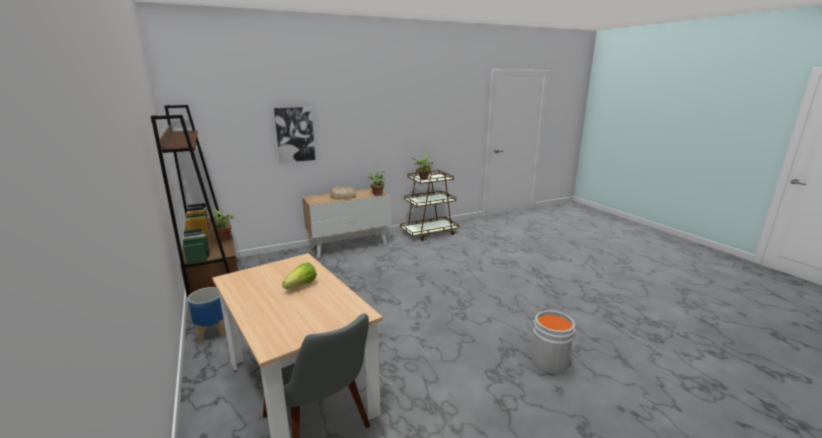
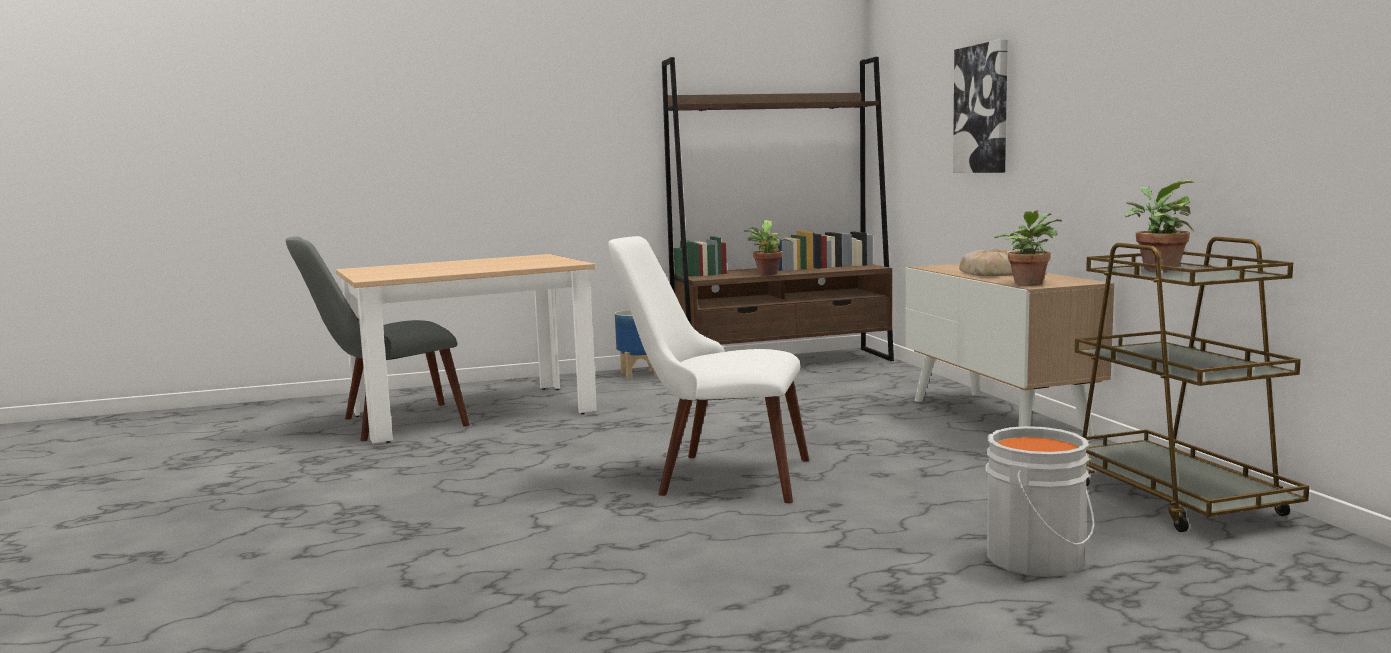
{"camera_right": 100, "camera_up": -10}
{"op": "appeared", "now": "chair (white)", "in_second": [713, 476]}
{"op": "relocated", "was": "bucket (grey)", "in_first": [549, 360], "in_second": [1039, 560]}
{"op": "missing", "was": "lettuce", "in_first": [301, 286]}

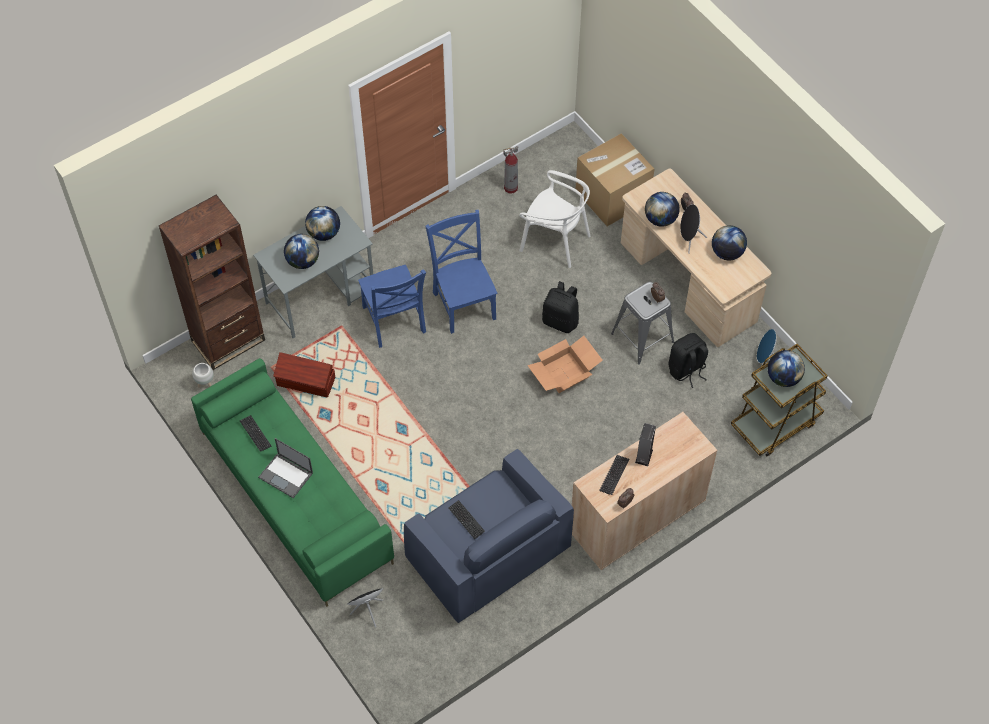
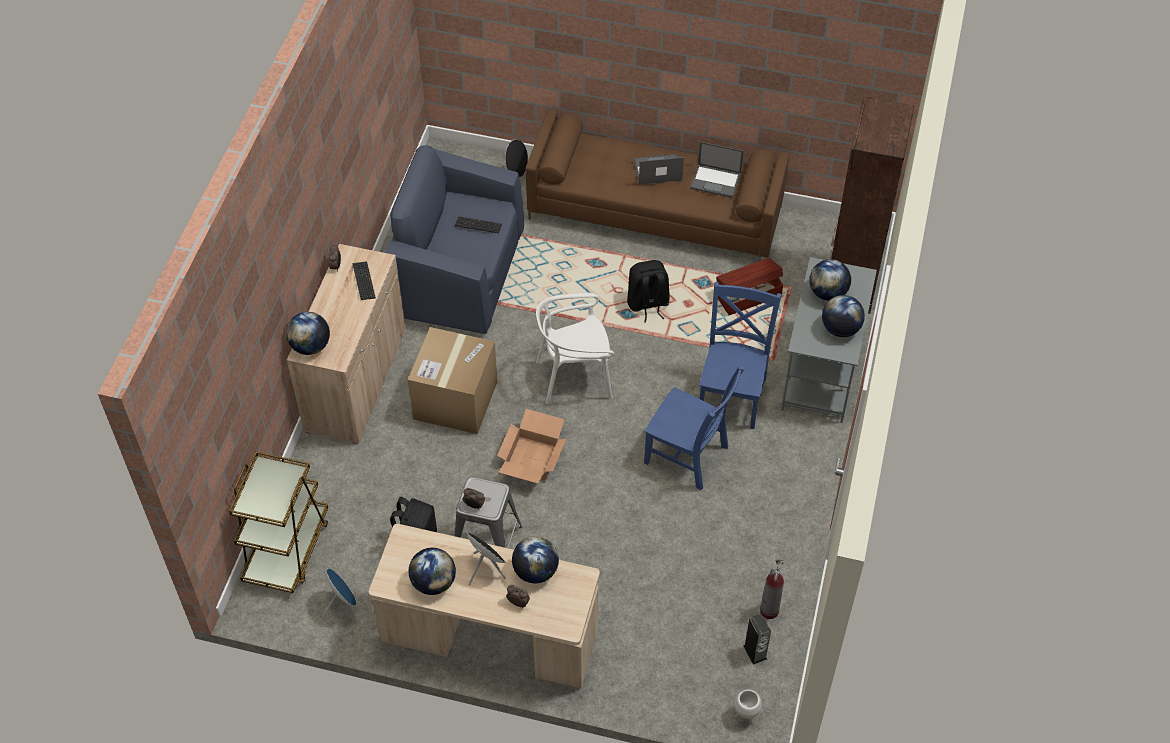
{"camera_right": 140, "camera_up": -5}
{"op": "relocated", "was": "globe", "in_first": [783, 377], "in_second": [310, 346]}
{"op": "relocated", "was": "cardboard box", "in_first": [612, 196], "in_second": [455, 400]}
{"op": "colour", "was": "sofa (green)", "now": "sofa (brown)", "in_first": [294, 497], "in_second": [656, 212]}
{"op": "relocated", "was": "chair (white)", "in_first": [555, 241], "in_second": [574, 377]}
{"op": "relocated", "was": "backpack (black)", "in_first": [561, 320], "in_second": [647, 304]}
{"op": "exchanged", "was": "keyboard", "now": "laptop", "in_first": [255, 434], "in_second": [716, 181]}
{"op": "spun", "was": "chair (blue)", "in_first": [394, 322], "in_second": [732, 395], "clockwise": 75}
{"op": "relocated", "was": "planter (white)", "in_first": [206, 384], "in_second": [745, 716]}
{"op": "relocated", "was": "speaker", "in_first": [644, 456], "in_second": [755, 652]}

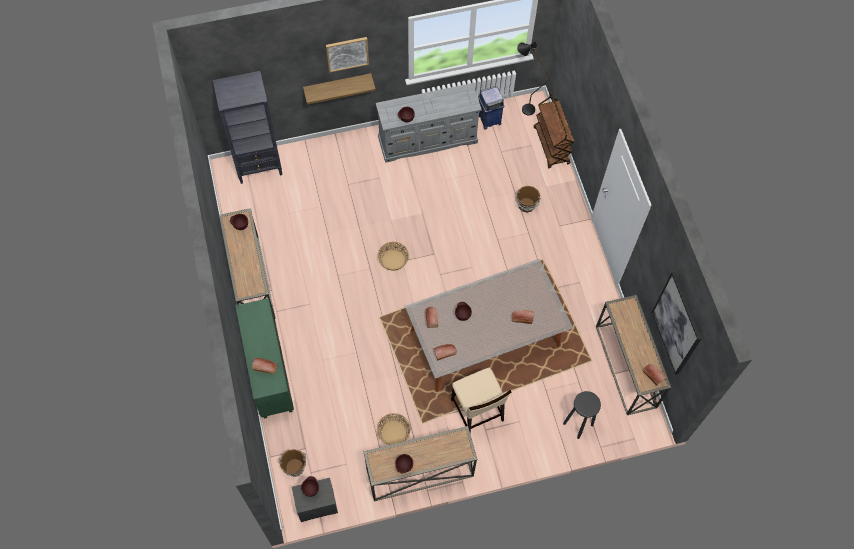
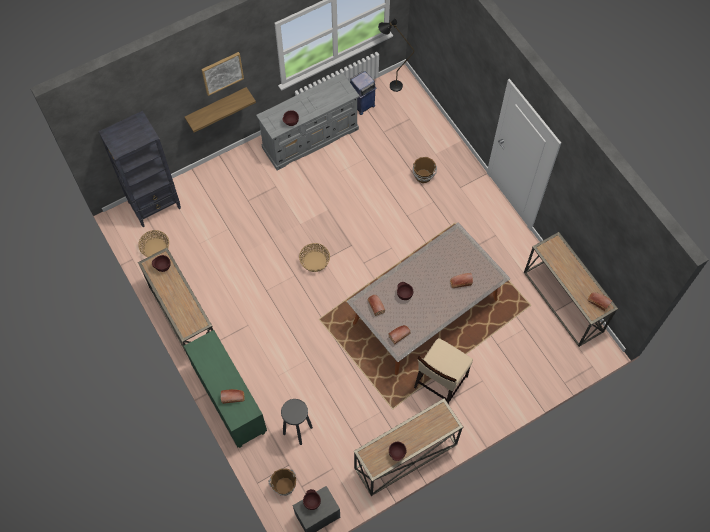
{"camera_right": -15, "camera_up": 0}
{"op": "relocated", "was": "basket", "in_first": [393, 432], "in_second": [155, 248]}
{"op": "relocated", "was": "stool (black)", "in_first": [578, 424], "in_second": [297, 430]}
{"op": "spun", "was": "chair (beige)", "in_first": [477, 411], "in_second": [440, 382], "clockwise": 75}
{"op": "missing", "was": "cart (brown)", "in_first": [551, 146]}
{"op": "missing", "was": "picture", "in_first": [676, 324]}

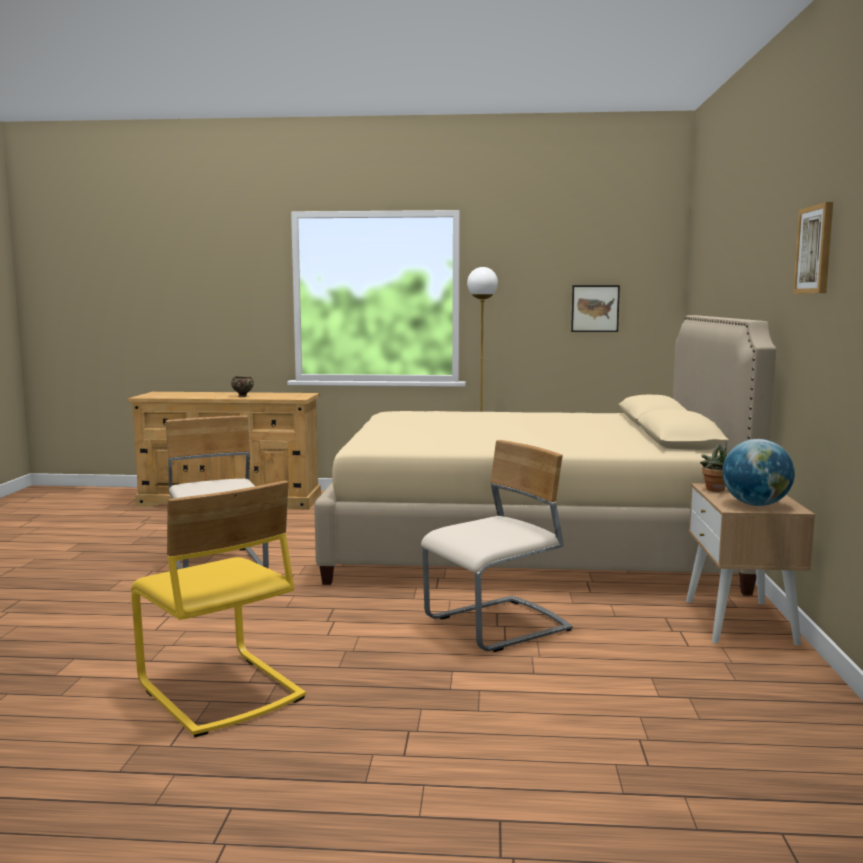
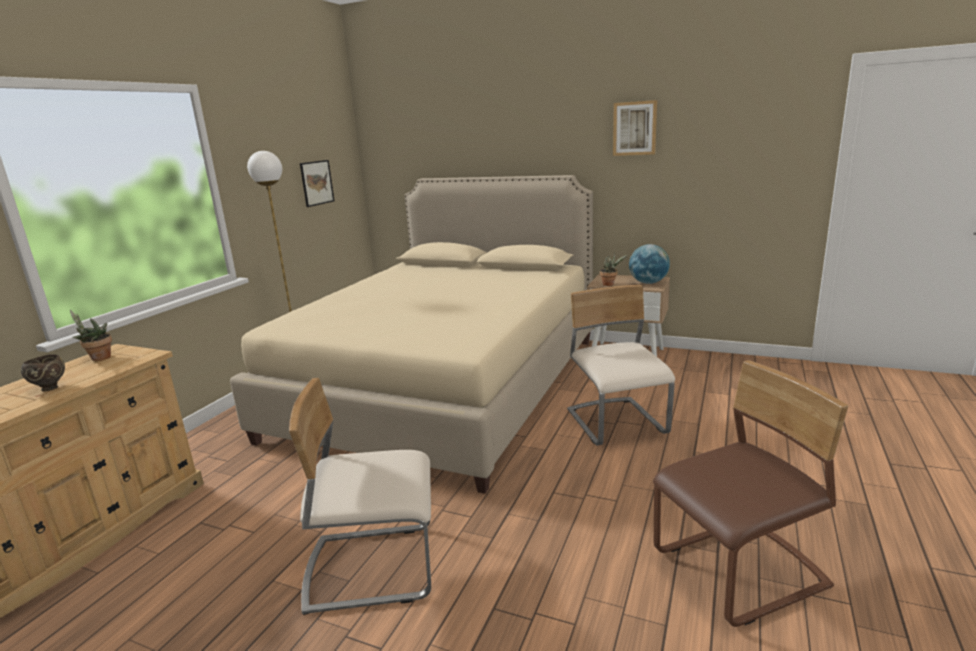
{"camera_right": -70, "camera_up": 10}
{"op": "appeared", "now": "potted plant", "in_second": [98, 358]}
{"op": "colour", "was": "chair (yellow)", "now": "chair (brown)", "in_first": [219, 692], "in_second": [740, 571]}

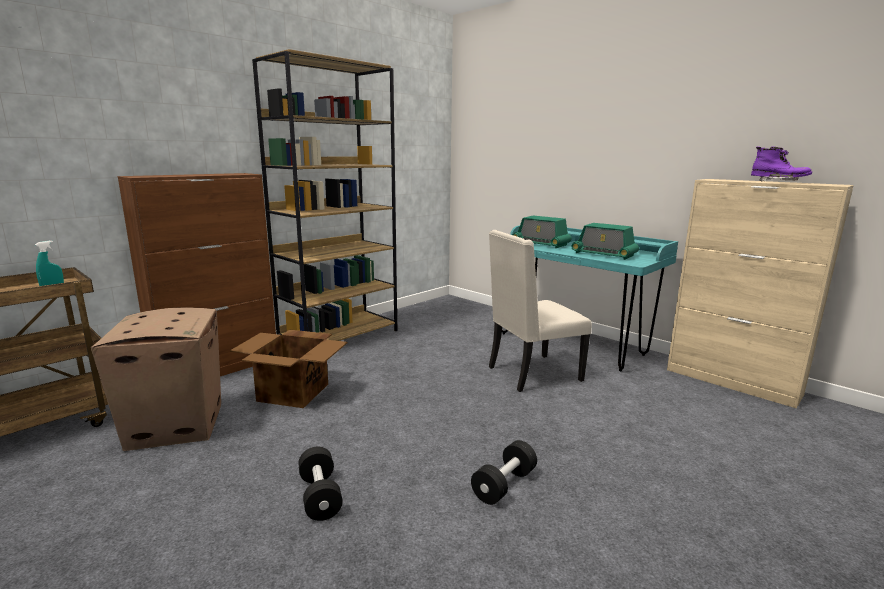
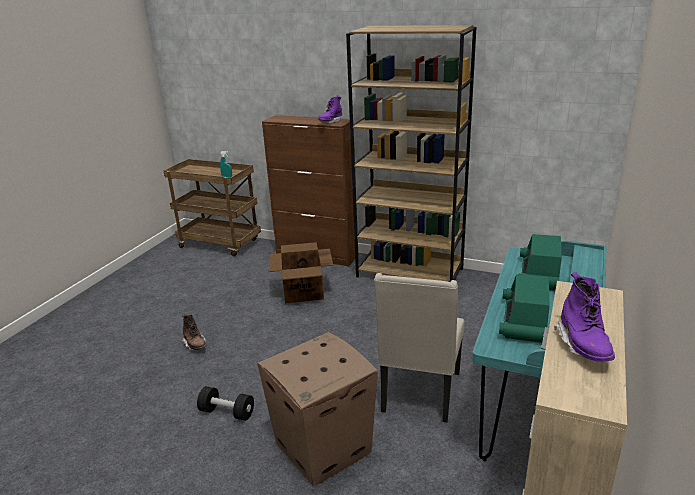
{"camera_right": 70, "camera_up": 10}
{"op": "exchanged", "was": "dumbbell (black)", "now": "boot (brown)", "in_first": [320, 496], "in_second": [195, 345]}
{"op": "relocated", "was": "cardboard box", "in_first": [177, 425], "in_second": [324, 447]}
{"op": "appeared", "now": "boot (purple)", "in_second": [330, 122]}
{"op": "spun", "was": "chair (beige)", "in_first": [532, 374], "in_second": [419, 393], "clockwise": -120}

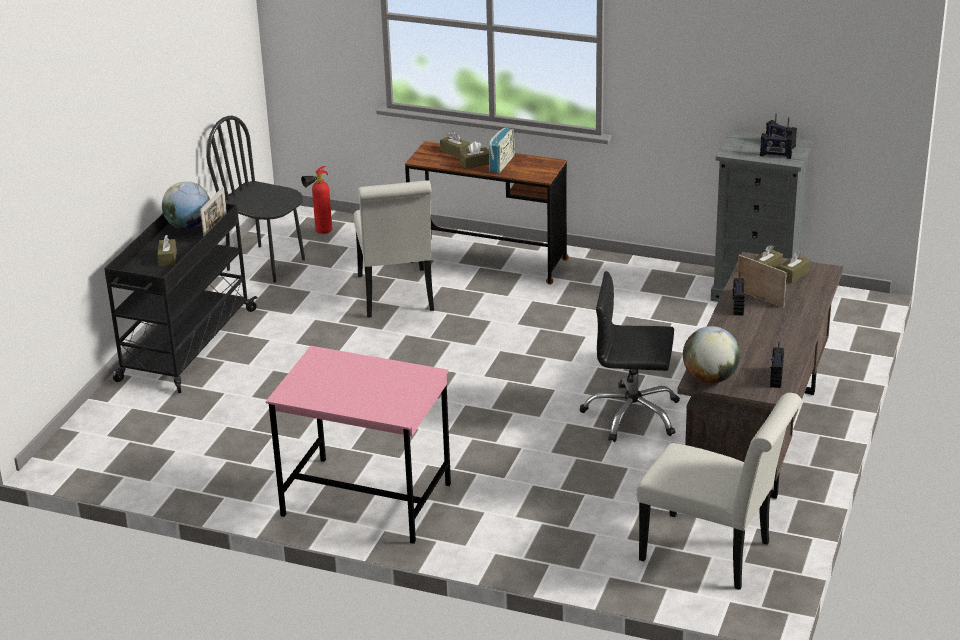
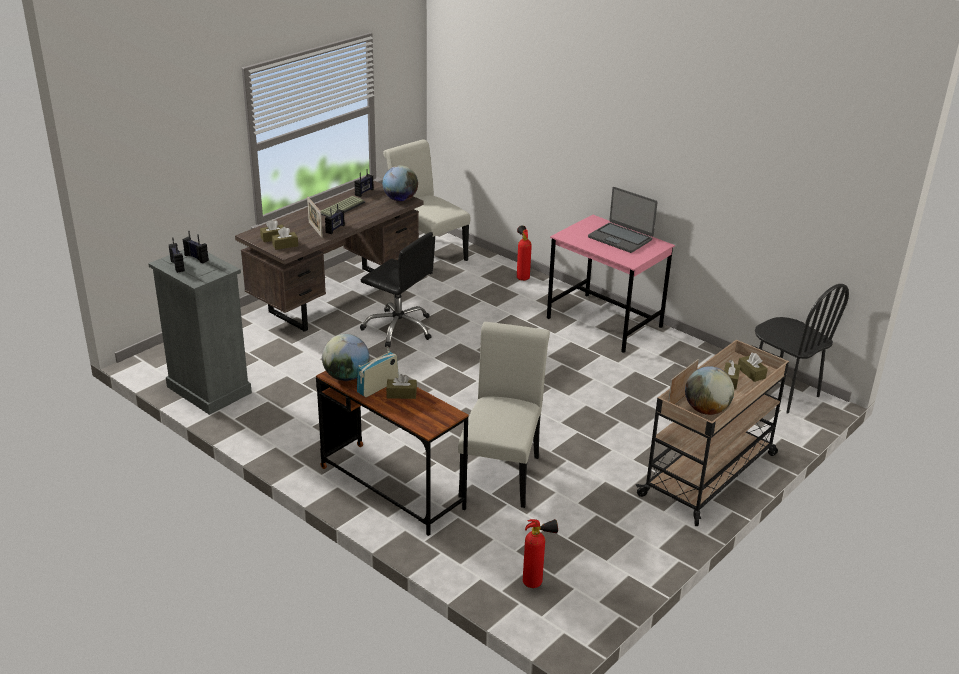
{"camera_right": -160, "camera_up": 0}
{"op": "appeared", "now": "keyboard", "in_second": [342, 207]}
{"op": "appeared", "now": "globe", "in_second": [346, 377]}
{"op": "appeared", "now": "fire extinguisher", "in_second": [522, 277]}
{"op": "appeared", "now": "laptop", "in_second": [620, 238]}
{"op": "colour", "was": "cart (black)", "now": "cart (beige)", "in_first": [186, 346], "in_second": [710, 474]}
{"op": "relocated", "was": "tissue box (brown)", "in_first": [455, 152], "in_second": [751, 373]}
{"op": "relocated", "was": "chair (black)", "in_first": [266, 264], "in_second": [783, 393]}

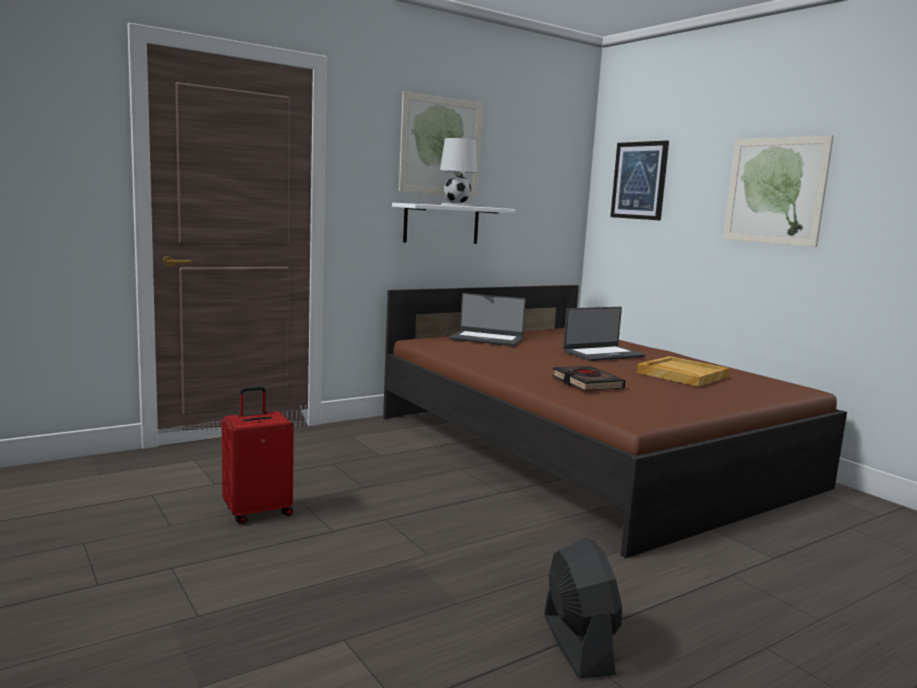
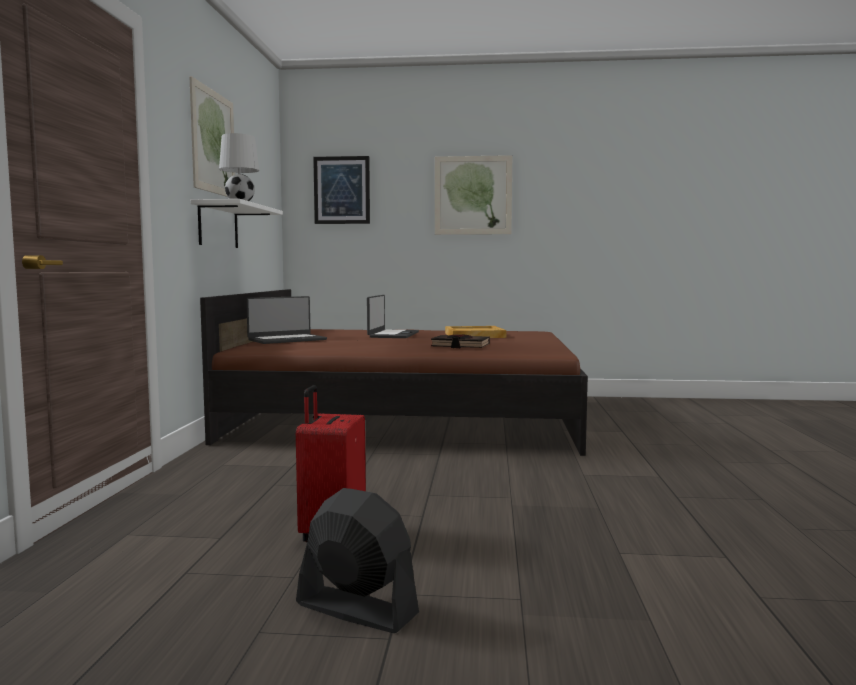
{"camera_right": -50, "camera_up": -5}
{"op": "relocated", "was": "fan (black)", "in_first": [577, 644], "in_second": [356, 609]}

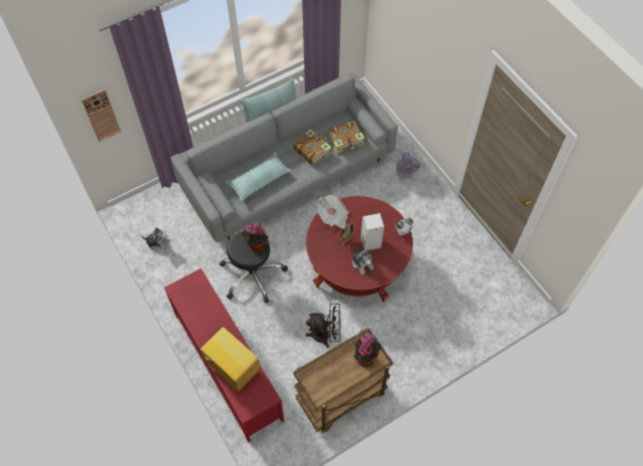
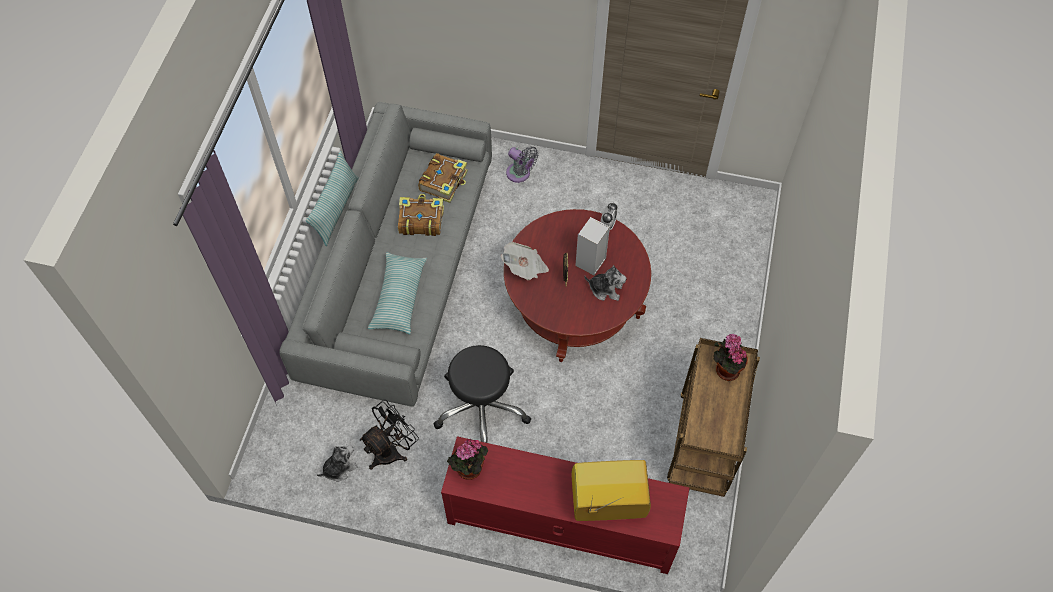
{"camera_right": -45, "camera_up": 0}
{"op": "relocated", "was": "fan (black)", "in_first": [326, 335], "in_second": [391, 450]}
{"op": "relocated", "was": "potted plant", "in_first": [255, 246], "in_second": [469, 470]}
{"op": "missing", "was": "wall clock", "in_first": [101, 115]}

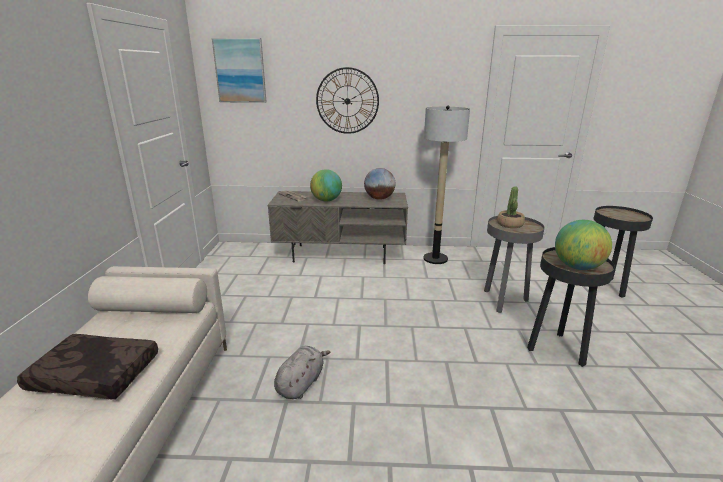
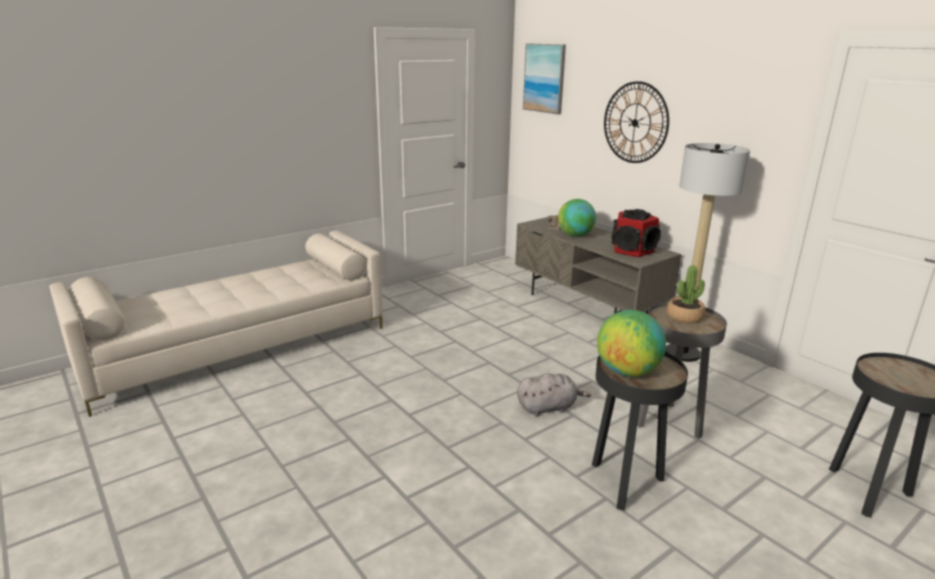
{"camera_right": 50, "camera_up": 0}
{"op": "relocated", "was": "plush toy (grey)", "in_first": [301, 383], "in_second": [548, 407]}
{"op": "exchanged", "was": "globe", "now": "speaker", "in_first": [379, 198], "in_second": [633, 250]}
{"op": "missing", "was": "pillow (brown)", "in_first": [93, 376]}

